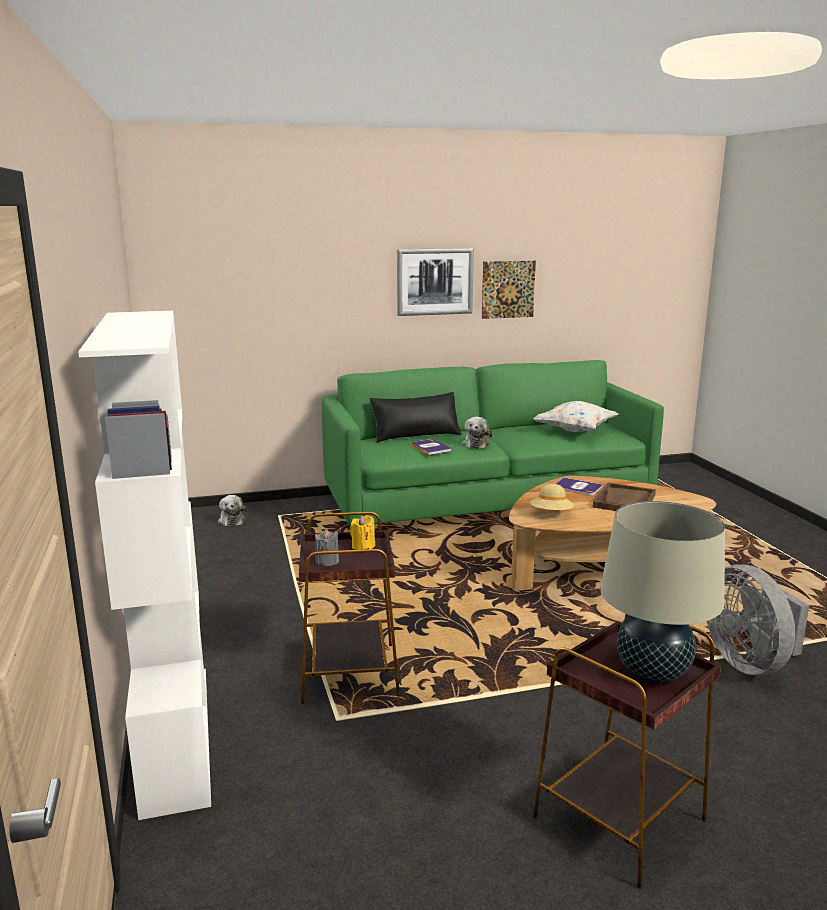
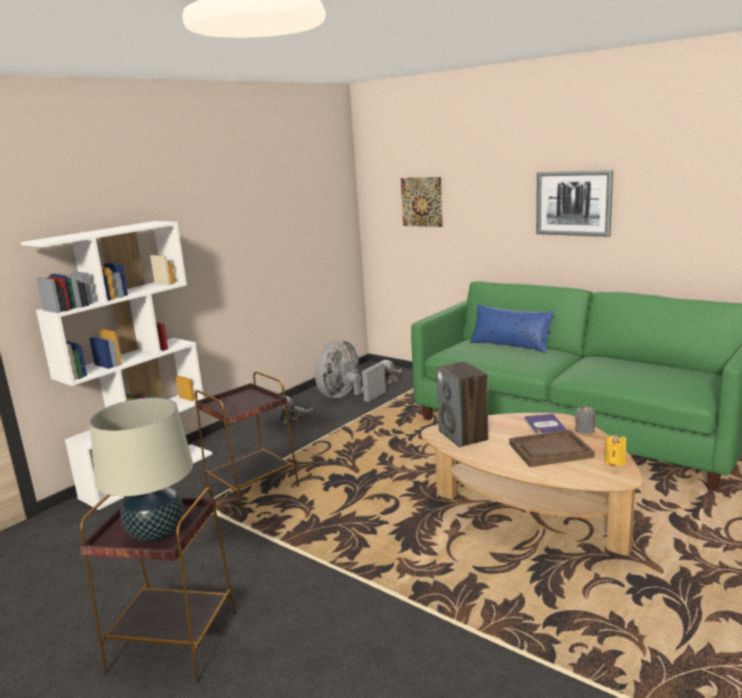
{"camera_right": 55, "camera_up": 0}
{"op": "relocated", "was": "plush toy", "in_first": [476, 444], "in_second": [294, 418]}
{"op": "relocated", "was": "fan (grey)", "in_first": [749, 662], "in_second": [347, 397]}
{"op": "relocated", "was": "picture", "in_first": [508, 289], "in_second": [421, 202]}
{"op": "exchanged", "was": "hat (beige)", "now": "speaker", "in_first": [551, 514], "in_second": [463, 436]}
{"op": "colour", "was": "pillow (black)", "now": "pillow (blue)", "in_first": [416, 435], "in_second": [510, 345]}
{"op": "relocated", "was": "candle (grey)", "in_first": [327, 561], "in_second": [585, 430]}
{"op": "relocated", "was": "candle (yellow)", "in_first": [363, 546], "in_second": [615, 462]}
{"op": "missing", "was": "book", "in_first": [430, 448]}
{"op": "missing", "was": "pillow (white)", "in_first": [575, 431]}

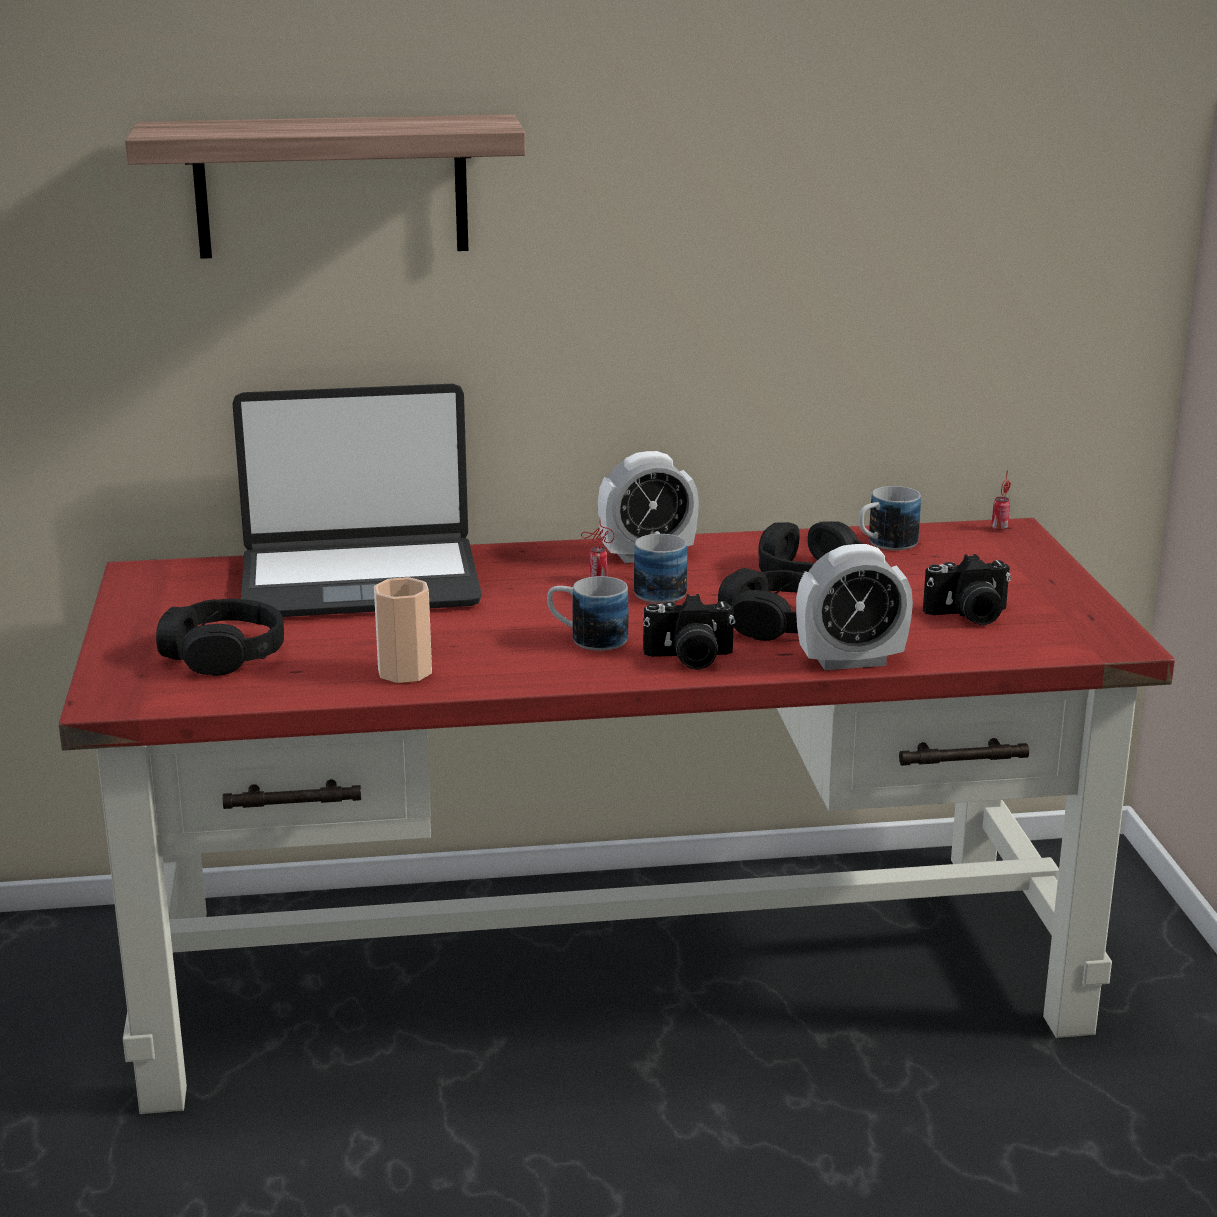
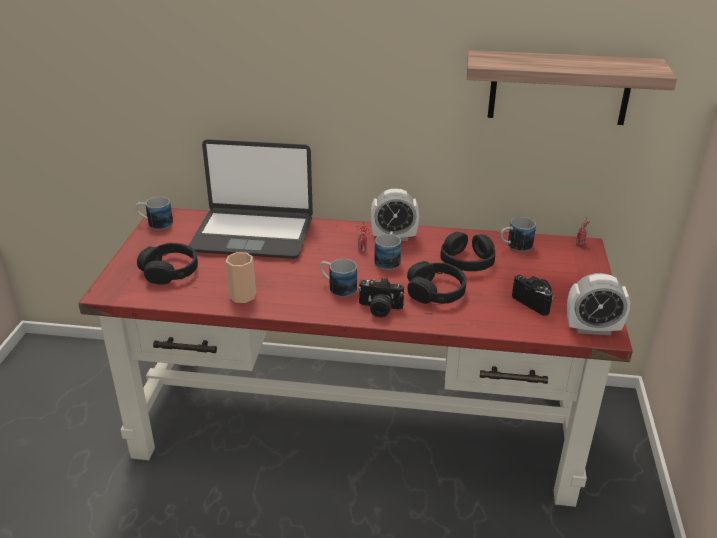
{"camera_right": 15, "camera_up": 10}
{"op": "appeared", "now": "mug", "in_second": [155, 223]}
{"op": "relocated", "was": "shelf", "in_first": [331, 186], "in_second": [559, 88]}
{"op": "spun", "was": "photo camera", "in_first": [969, 615], "in_second": [535, 302], "clockwise": -135}
{"op": "relocated", "was": "alarm clock", "in_first": [850, 661], "in_second": [592, 329]}

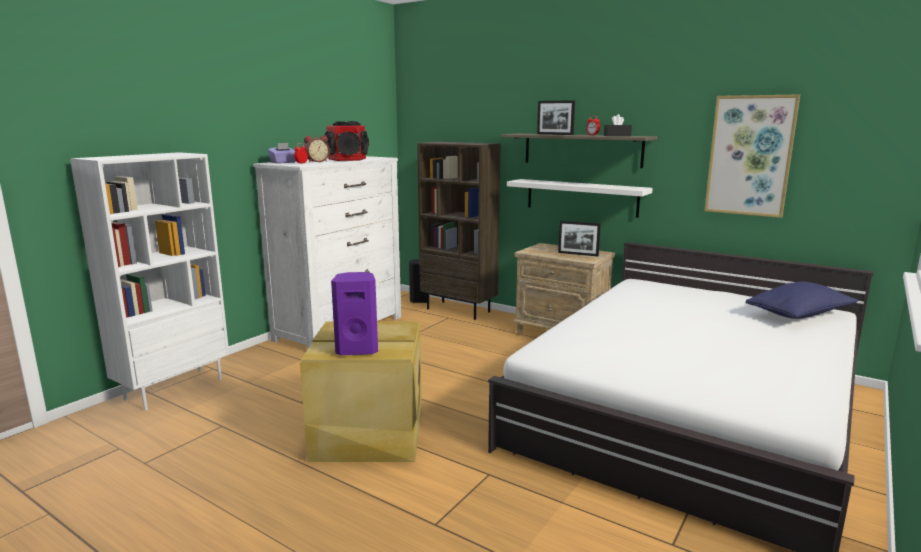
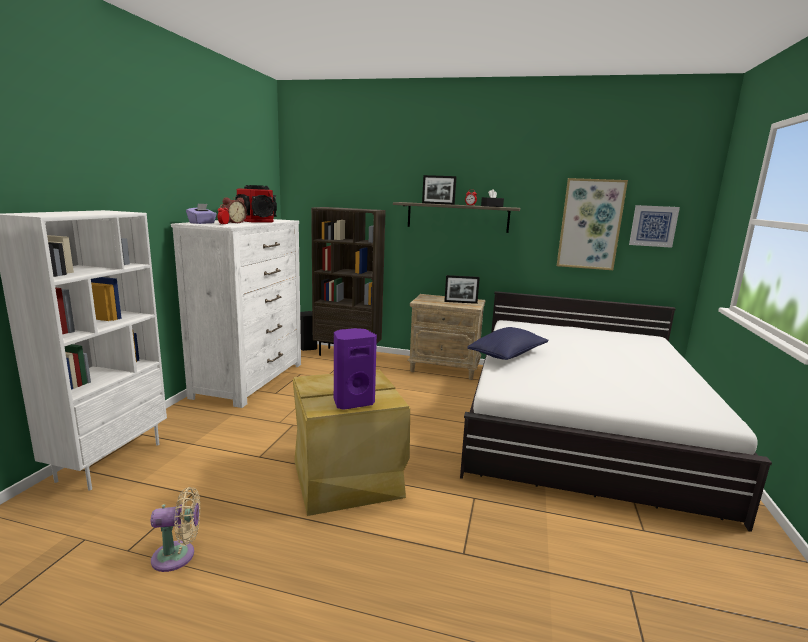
{"camera_right": -20, "camera_up": 0}
{"op": "appeared", "now": "fan (beige)", "in_second": [178, 556]}
{"op": "relocated", "was": "pillow (blue)", "in_first": [799, 315], "in_second": [508, 355]}
{"op": "appeared", "now": "picture", "in_second": [653, 226]}
{"op": "missing", "was": "shelf (white)", "in_first": [581, 197]}

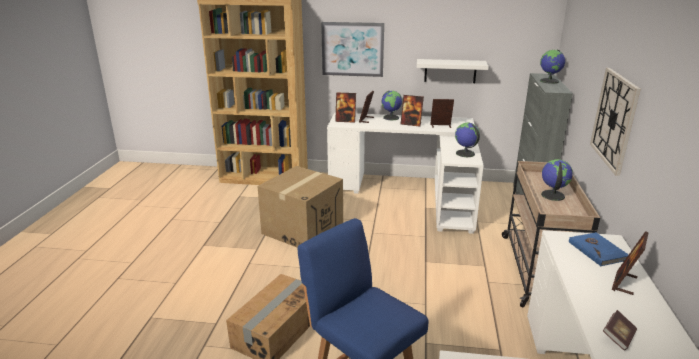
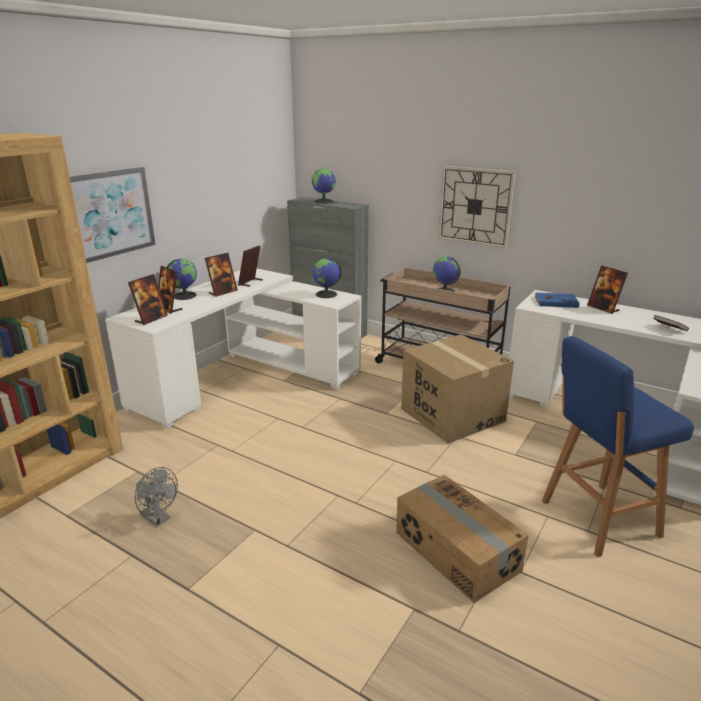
{"camera_right": -65, "camera_up": 0}
{"op": "appeared", "now": "fan (grey)", "in_second": [159, 519]}
{"op": "relocated", "was": "cardboard box", "in_first": [302, 229], "in_second": [452, 415]}
{"op": "missing", "was": "shelf (white)", "in_first": [450, 71]}

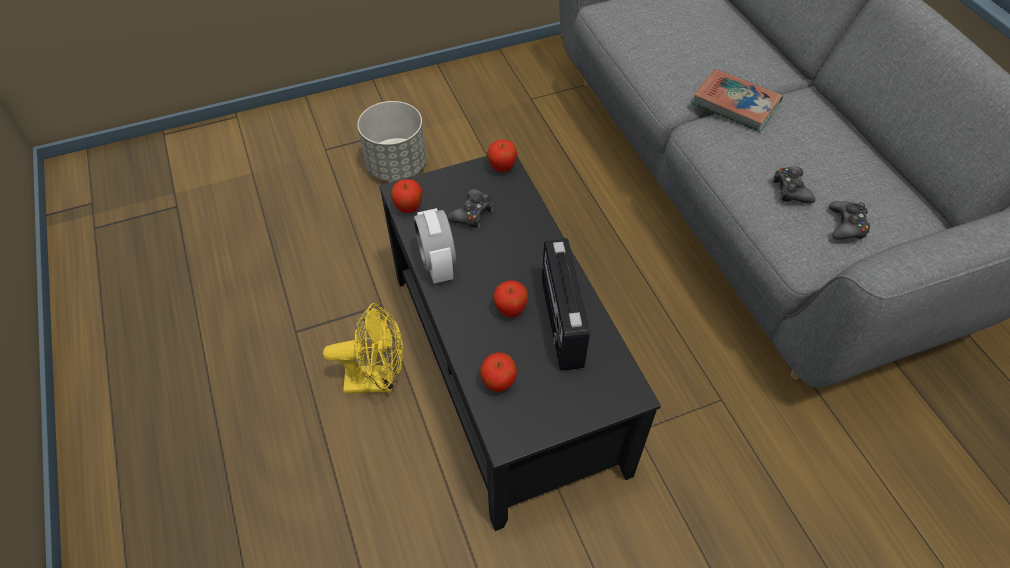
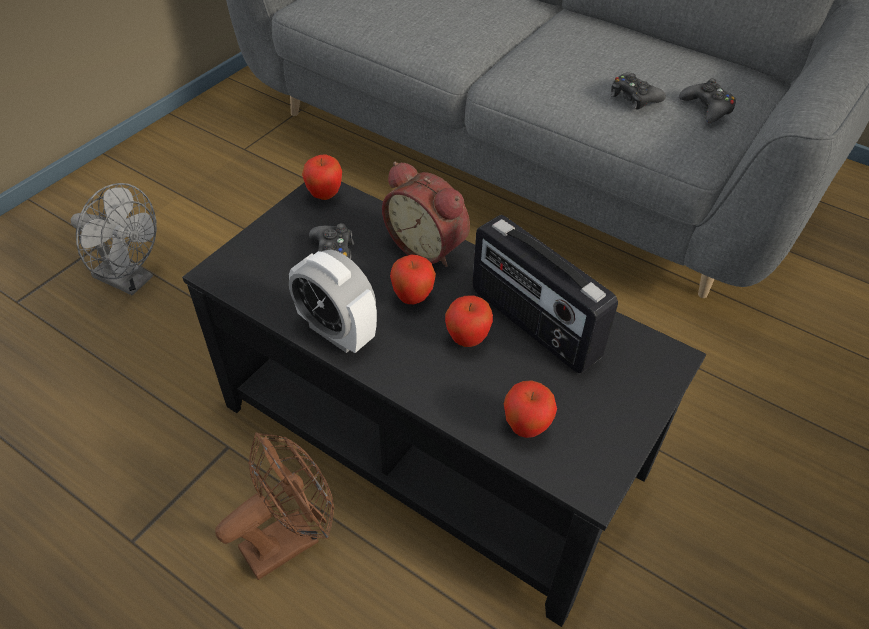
{"camera_right": -35, "camera_up": -5}
{"op": "exchanged", "was": "planter (grey)", "now": "fan (grey)", "in_first": [397, 166], "in_second": [131, 280]}
{"op": "colour", "was": "fan (yellow)", "now": "fan (brown)", "in_first": [378, 380], "in_second": [289, 538]}
{"op": "appeared", "now": "alarm clock", "in_second": [428, 246]}
{"op": "relocated", "was": "apple", "in_first": [408, 208], "in_second": [412, 298]}
{"op": "missing", "was": "book", "in_first": [735, 104]}

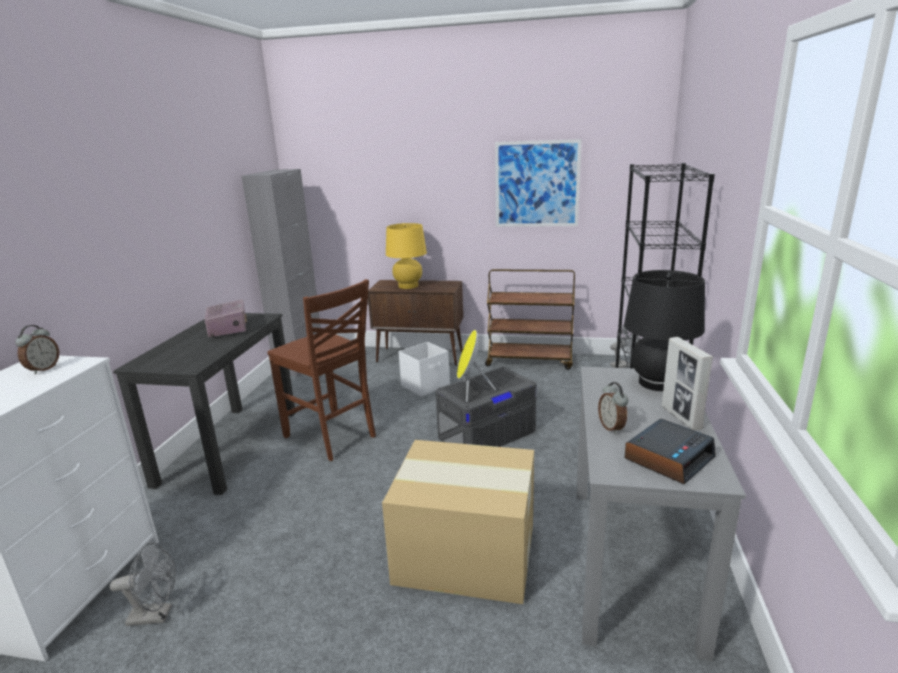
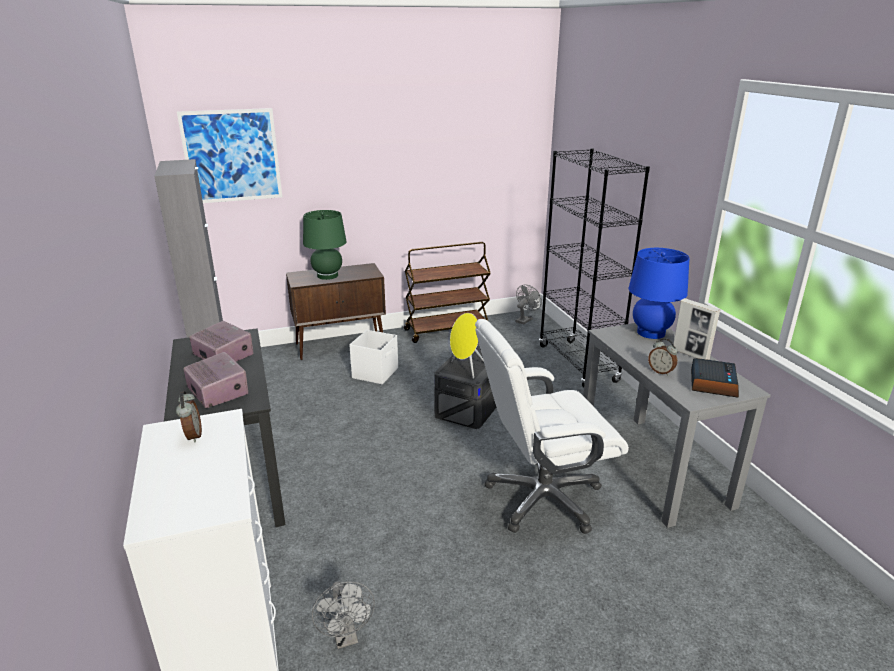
{"camera_right": -30, "camera_up": 5}
{"op": "relocated", "was": "picture", "in_first": [537, 184], "in_second": [232, 156]}
{"op": "appeared", "now": "radio", "in_second": [218, 391]}
{"op": "colour", "was": "table lamp (yellow)", "now": "table lamp (green)", "in_first": [408, 286], "in_second": [327, 275]}
{"op": "spun", "was": "fan (grey)", "in_first": [156, 615], "in_second": [346, 637], "clockwise": 105}
{"op": "exchanged", "was": "cardboard box", "now": "office chair (white)", "in_first": [464, 552], "in_second": [542, 498]}
{"op": "colour", "was": "table lamp (black)", "now": "table lamp (blue)", "in_first": [657, 383], "in_second": [651, 333]}
{"op": "missing", "was": "chair (brown)", "in_first": [331, 437]}

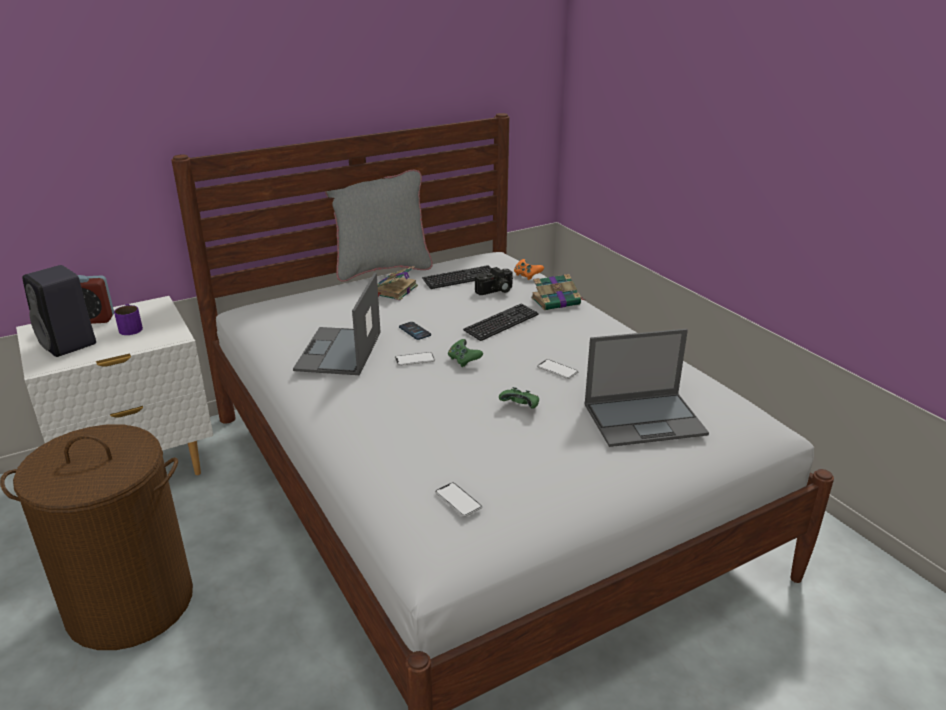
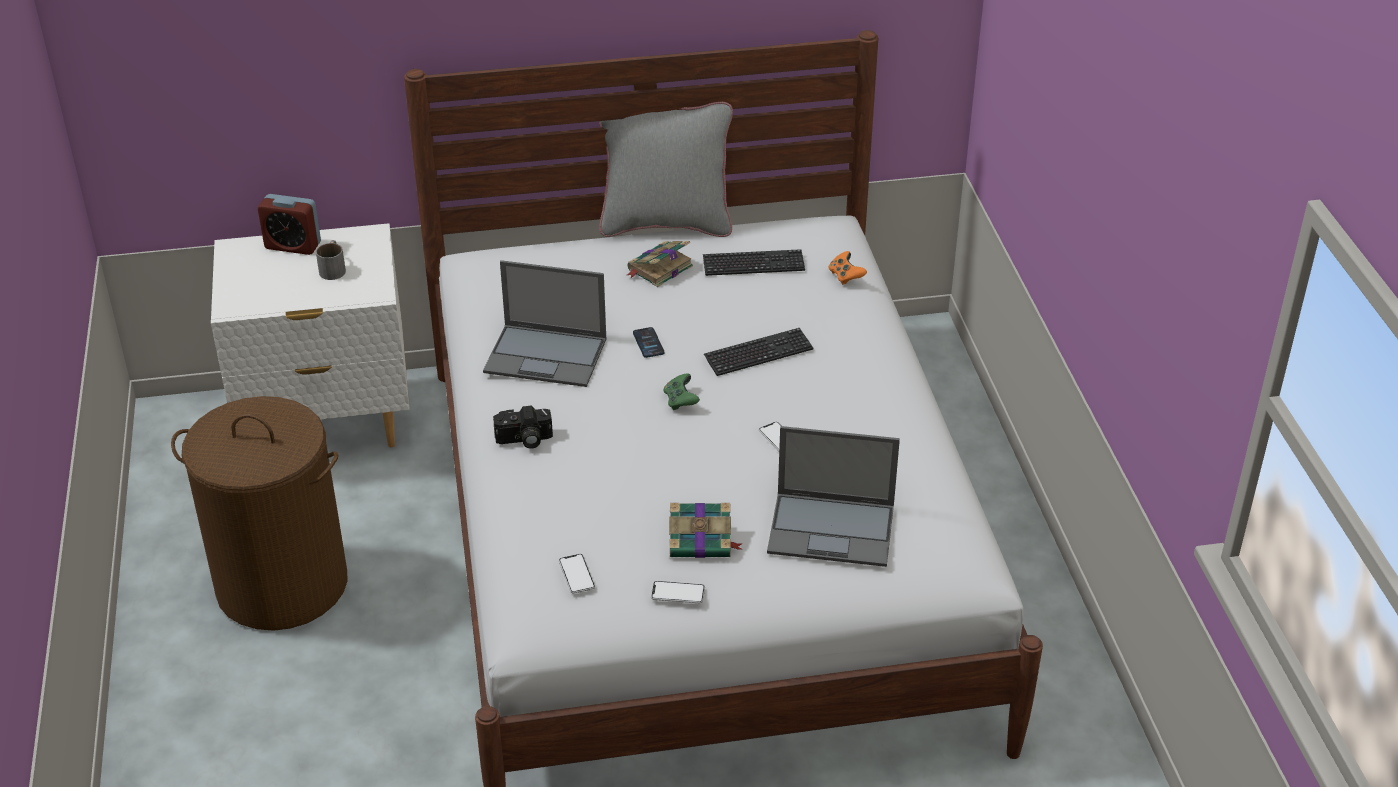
{"camera_right": 20, "camera_up": 10}
{"op": "colour", "was": "mug (purple)", "now": "mug (grey)", "in_first": [131, 327], "in_second": [333, 268]}
{"op": "spun", "was": "laptop", "in_first": [339, 352], "in_second": [547, 355], "clockwise": -105}
{"op": "relocated", "was": "photo camera", "in_first": [495, 291], "in_second": [524, 440]}
{"op": "relocated", "was": "phone", "in_first": [415, 360], "in_second": [678, 593]}
{"op": "relocated", "was": "book", "in_first": [557, 301], "in_second": [702, 541]}
{"op": "missing", "was": "speaker (black)", "in_first": [69, 344]}
{"op": "missing", "was": "game controller (green)", "in_first": [520, 407]}

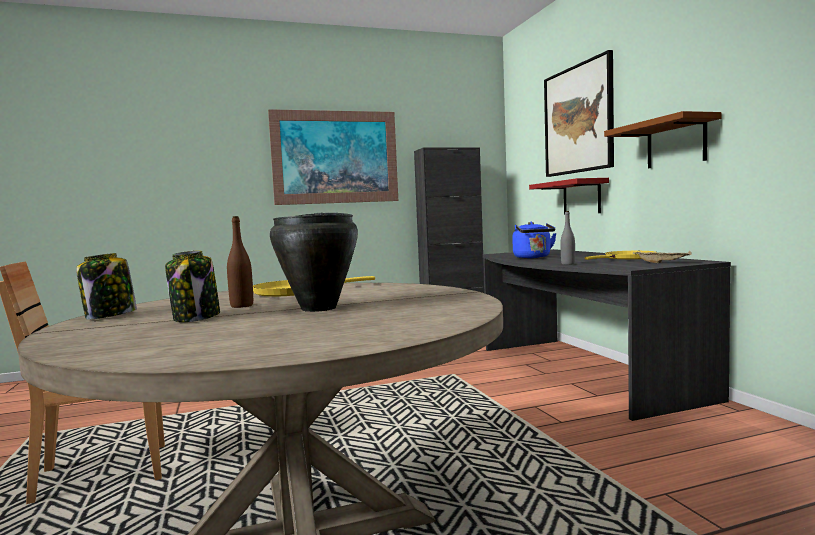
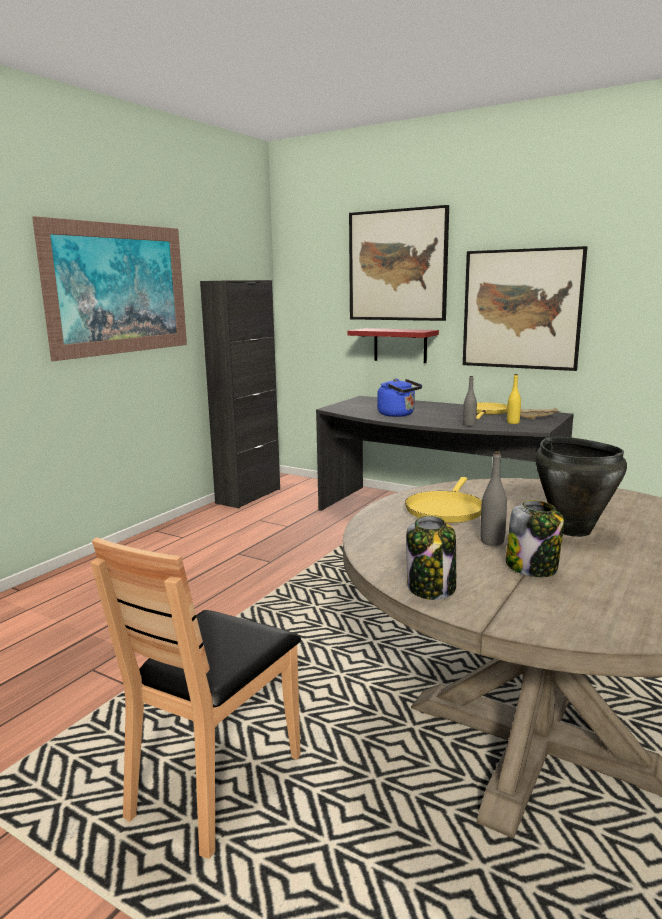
{"camera_right": -40, "camera_up": 10}
{"op": "exchanged", "was": "shelf (brown)", "now": "picture", "in_first": [676, 143], "in_second": [521, 309]}
{"op": "colour", "was": "bottle (brown)", "now": "bottle (grey)", "in_first": [242, 306], "in_second": [492, 541]}
{"op": "appeared", "now": "bottle (yellow)", "in_second": [513, 422]}

